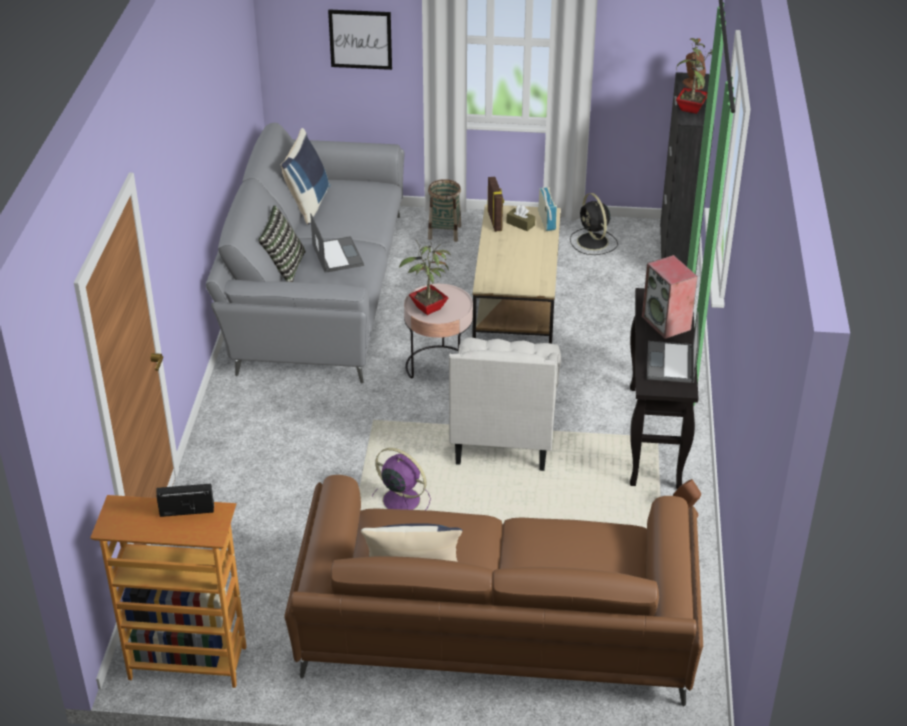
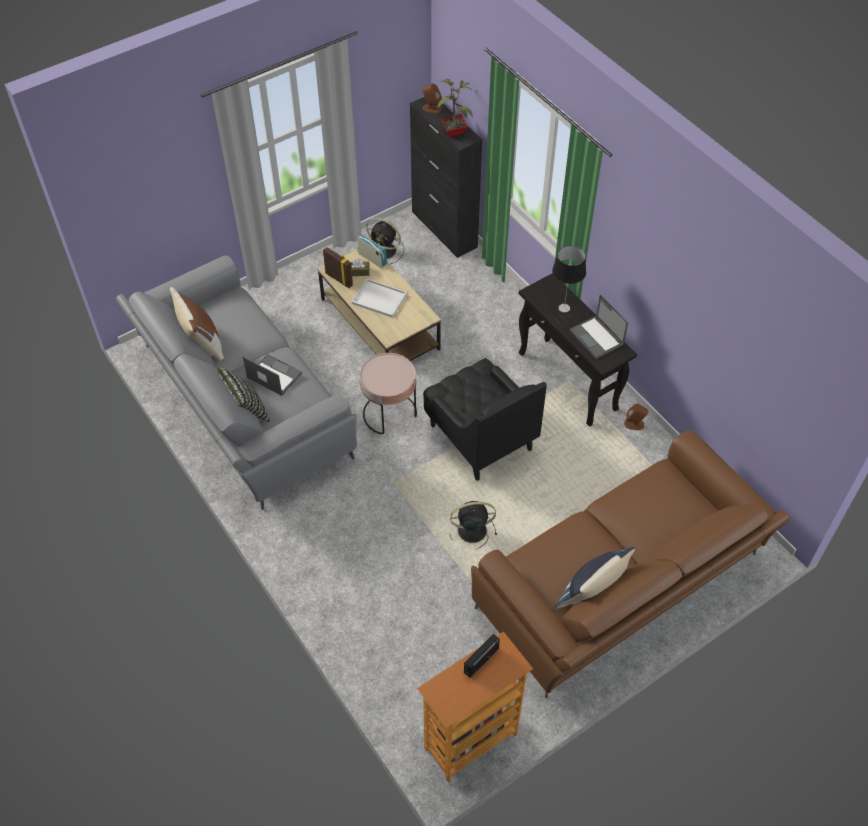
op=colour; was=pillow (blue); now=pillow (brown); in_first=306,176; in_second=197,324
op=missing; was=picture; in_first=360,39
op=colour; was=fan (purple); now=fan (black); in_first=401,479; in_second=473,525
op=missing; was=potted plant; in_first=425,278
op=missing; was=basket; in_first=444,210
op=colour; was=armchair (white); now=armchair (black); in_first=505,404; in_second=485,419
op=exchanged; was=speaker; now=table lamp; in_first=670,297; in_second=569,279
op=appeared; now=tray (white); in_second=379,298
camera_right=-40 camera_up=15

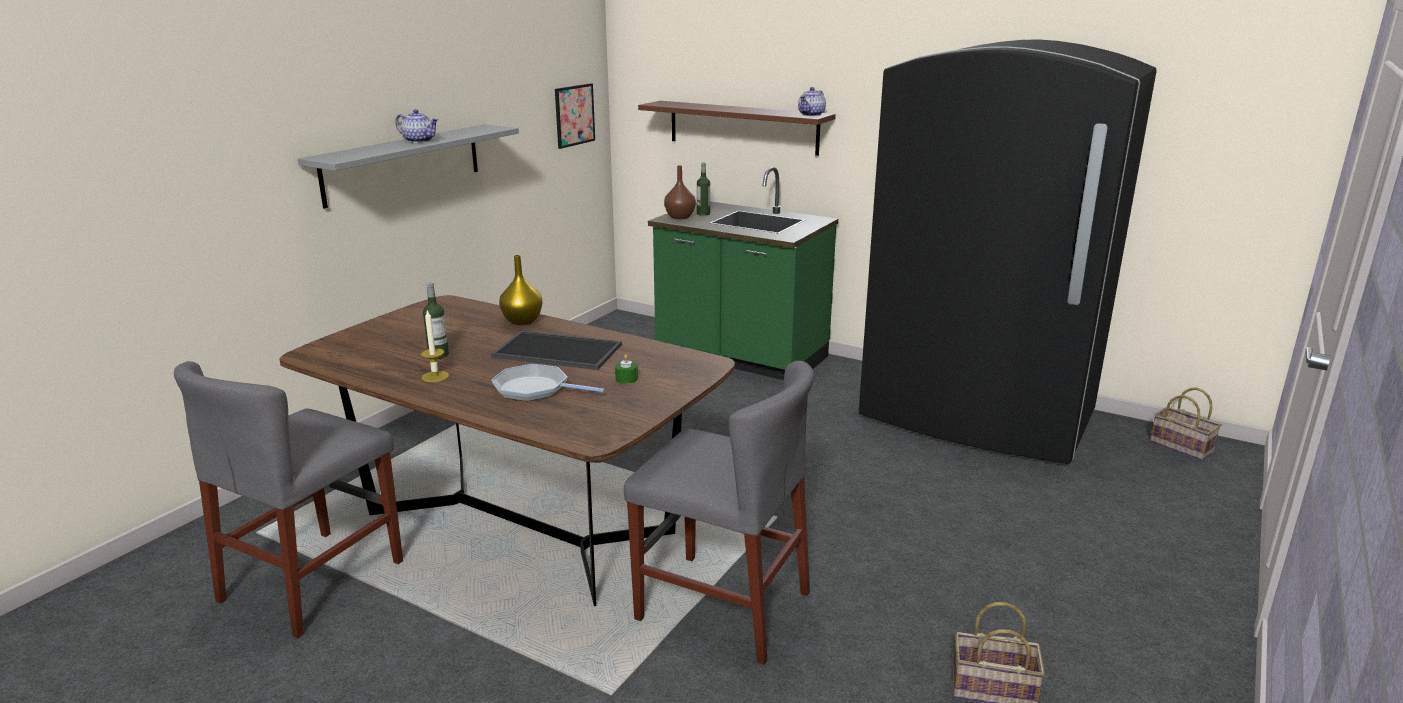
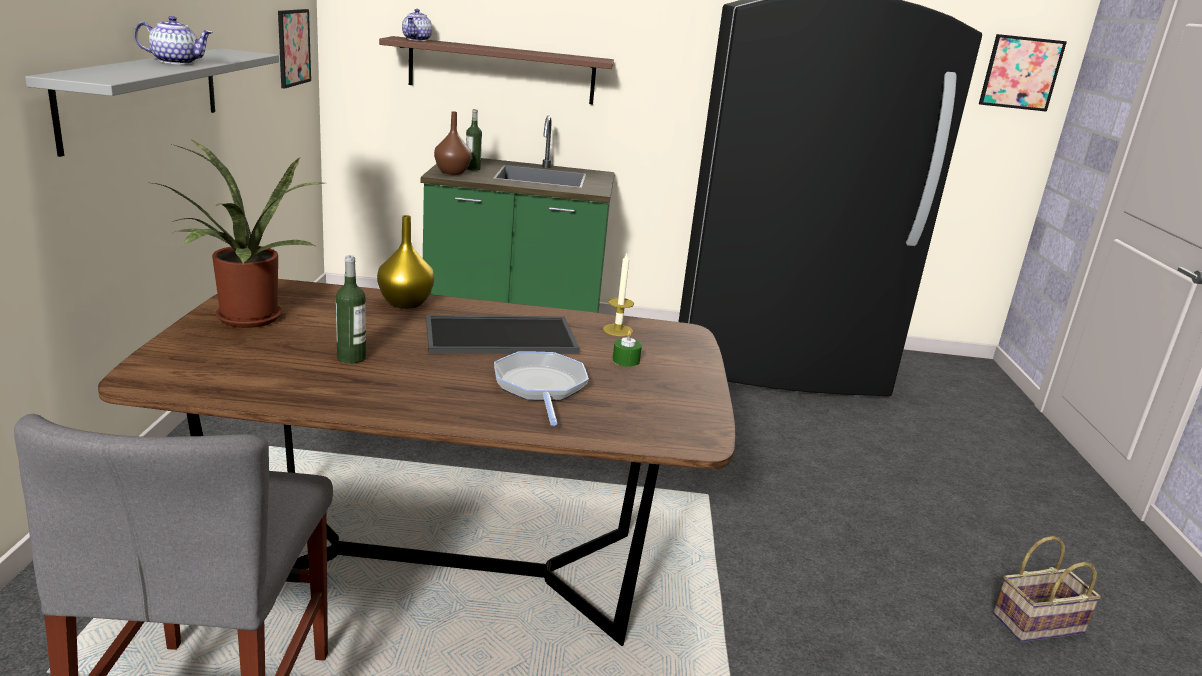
op=relocated; was=candle; in_first=435,346; in_second=618,294
op=spun; was=frying pan; in_first=548,383; in_second=541,389; clockwise=90
op=missing; was=chair (grey); in_first=719,513
op=relocated; was=teapot; in_first=812,101; in_second=417,25
op=missing; was=basket; in_first=1186,424
op=appeared; now=potted plant; in_second=238,233
op=appeared; now=picture; in_second=1023,73
camera_right=-30 camera_up=0

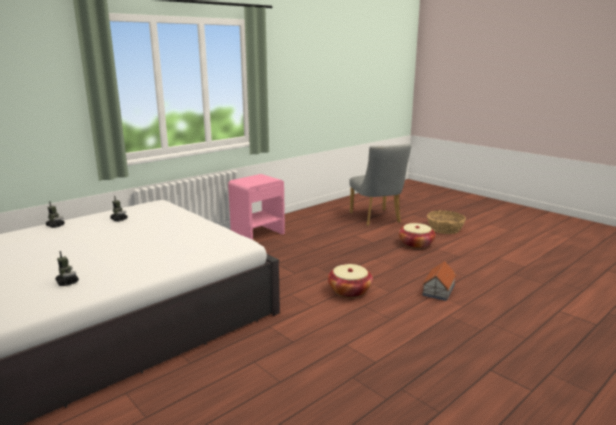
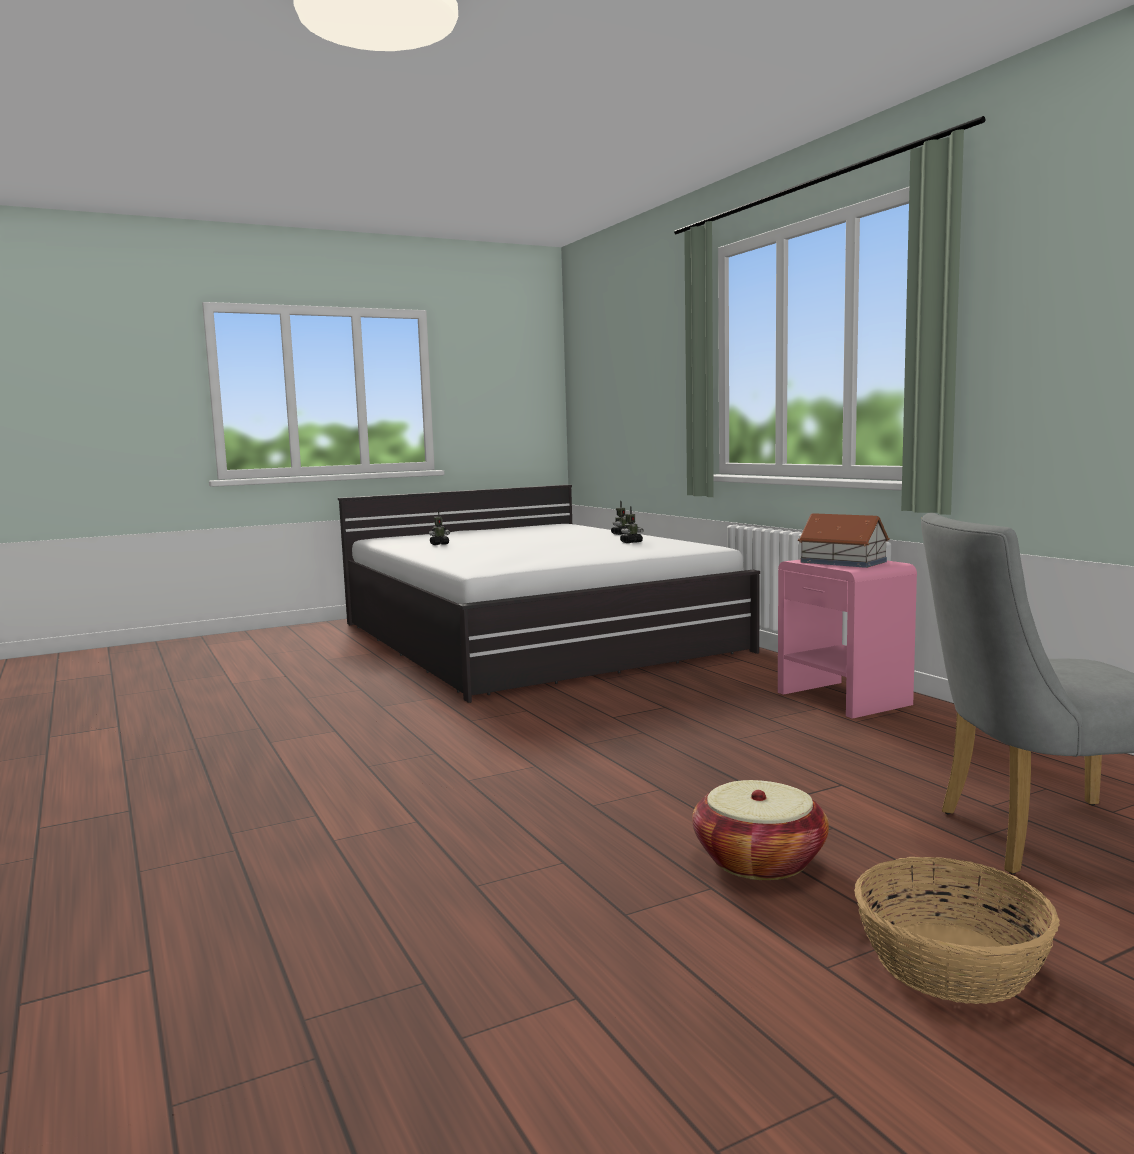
op=missing; was=basket; in_first=350,281
op=relocated; was=toy house; in_first=439,281; in_second=844,540
camera_right=105 camera_up=-10

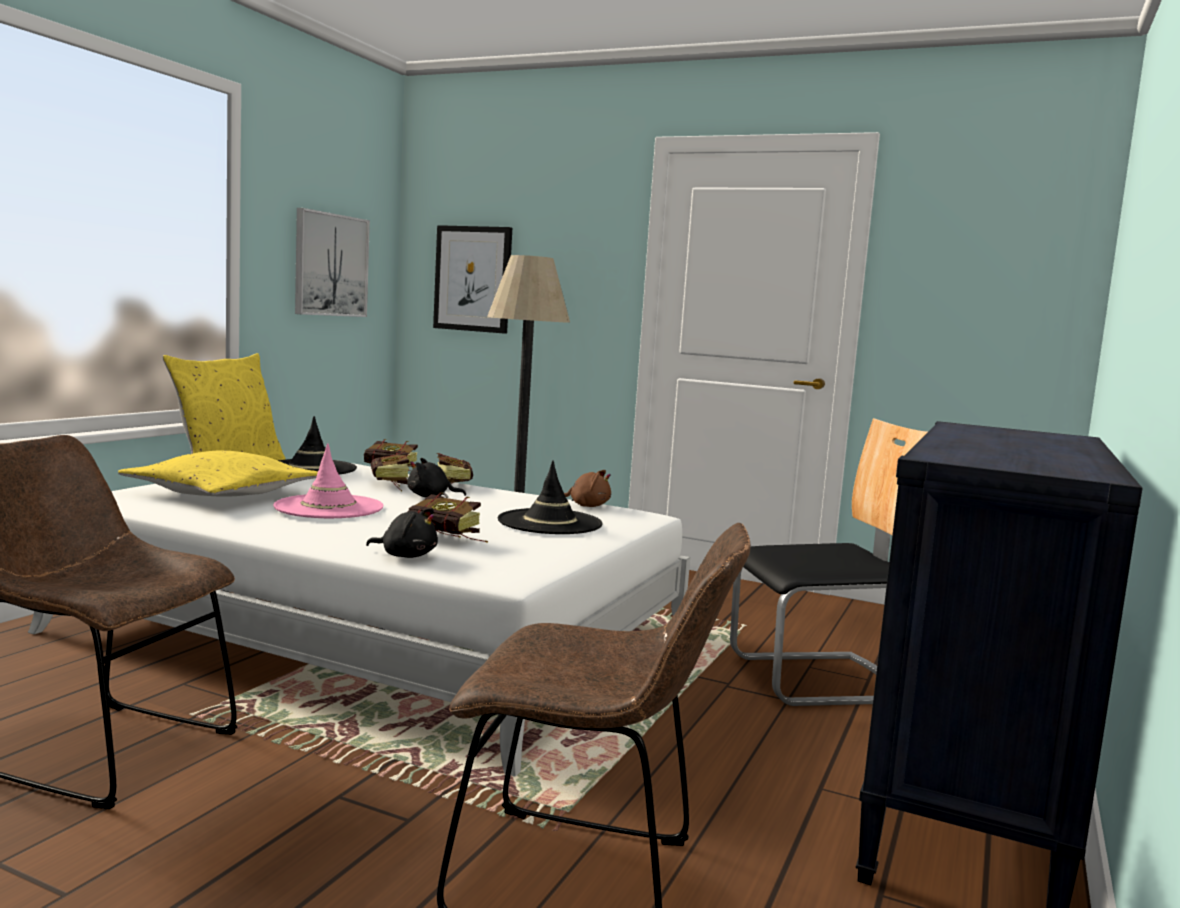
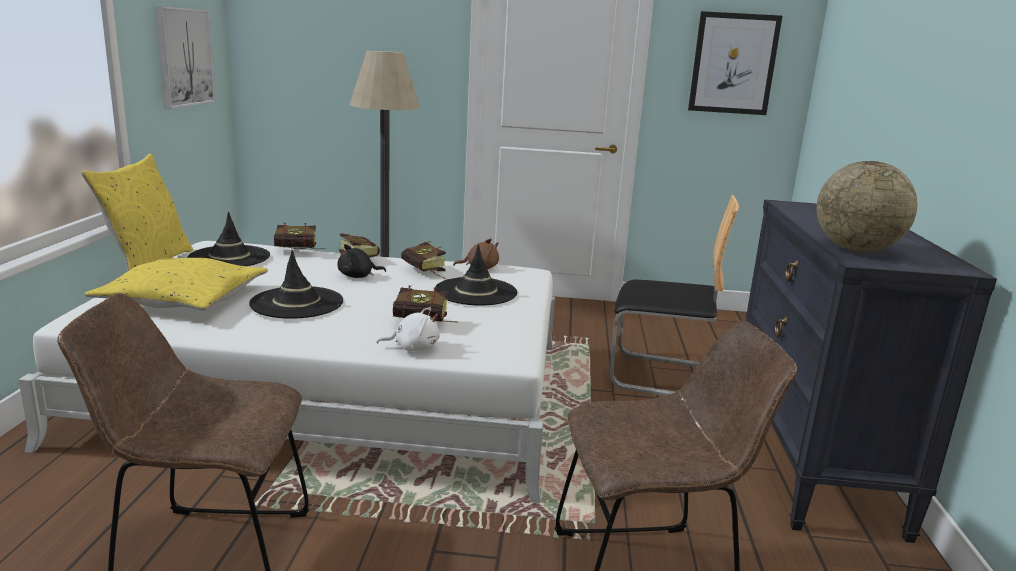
op=colour; was=hat (pink); now=hat (black); in_first=328,480; in_second=296,284
op=colour; was=plush toy (black); now=plush toy (white); in_first=402,533; in_second=408,329
op=relocated; was=book; in_first=390,471; in_second=423,260
op=relocated; was=picture; in_first=472,279; in_second=735,63
op=spun; was=chair; in_first=829,562; in_second=674,295; clockwise=45
op=appeared; now=globe; in_second=867,206
camera_right=-20 camera_up=10

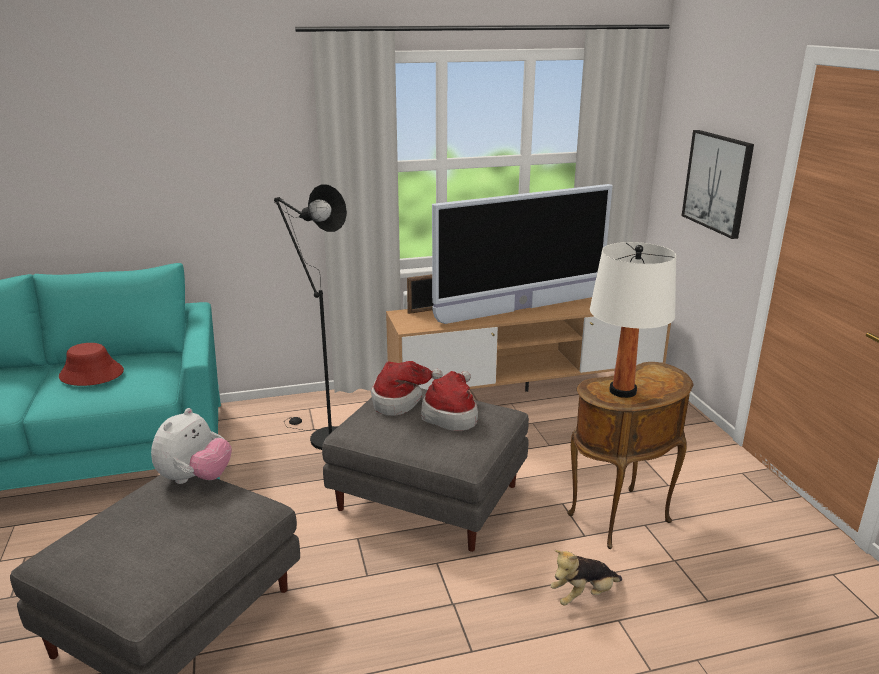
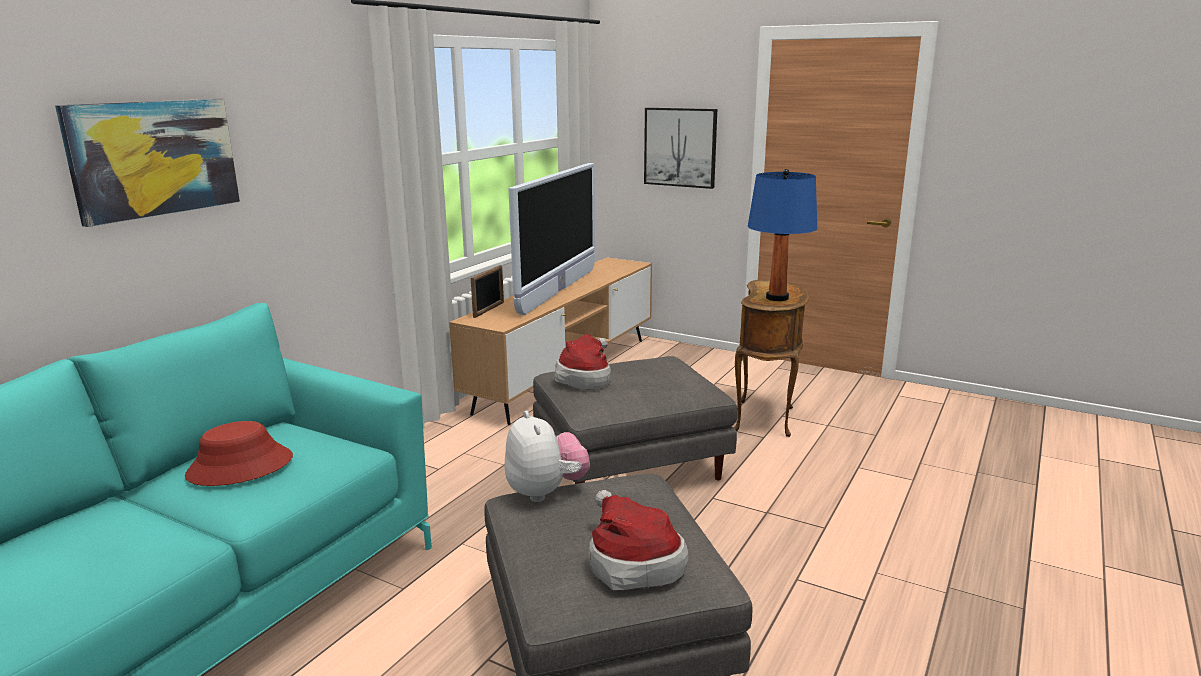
op=missing; was=floor lamp (black); in_first=310,317
op=relocated; was=hat; in_first=449,401; in_second=639,540
op=missing; was=plush toy; in_first=586,578
op=colour; was=table lamp (white); now=table lamp (blue); in_first=633,320; in_second=782,235
op=appeared; now=picture; in_second=147,163
camera_right=-45 camera_up=-5

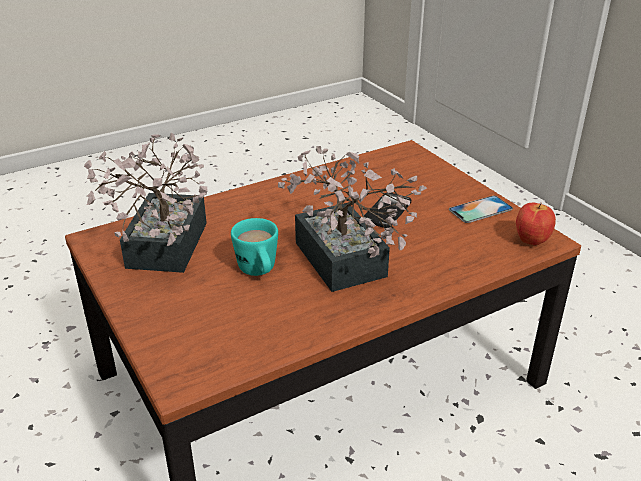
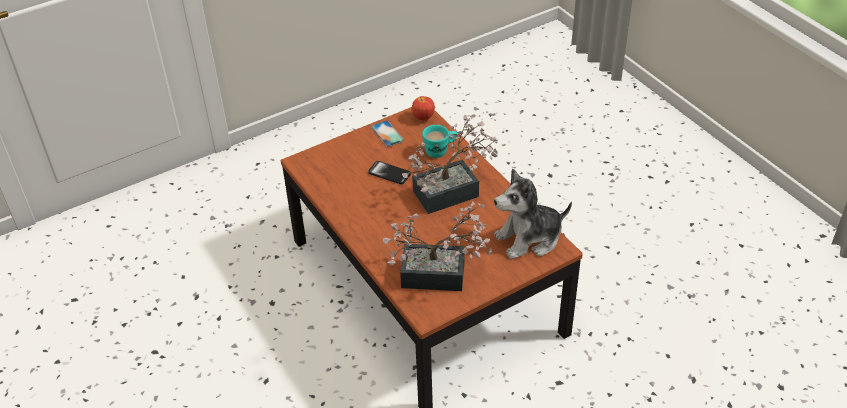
op=relocated; was=mug (turquoise); in_first=254,247; in_second=440,141
op=appeared; now=plush toy; in_second=533,214
camera_right=-90 camera_up=10

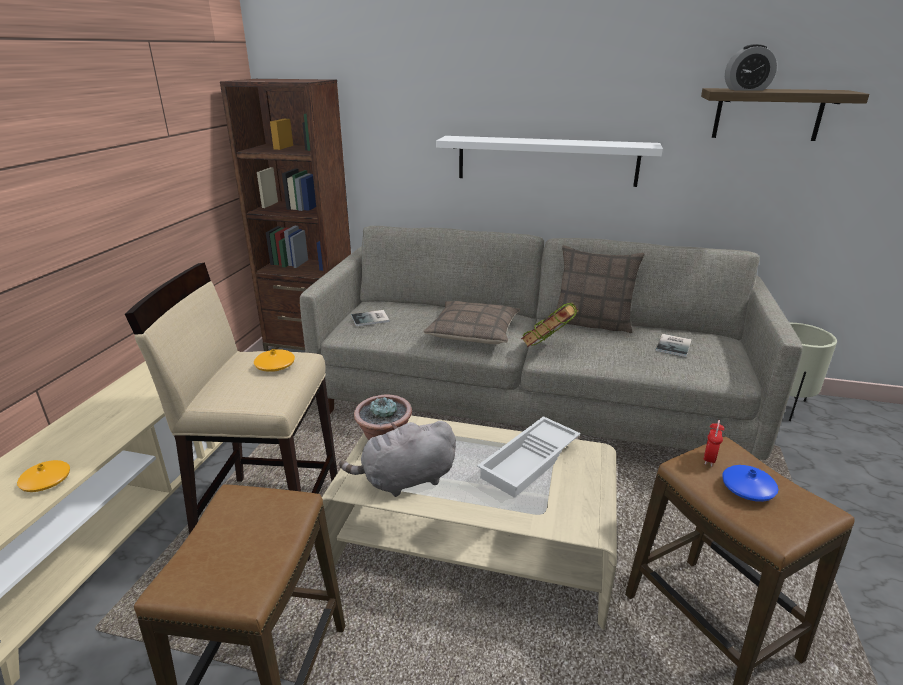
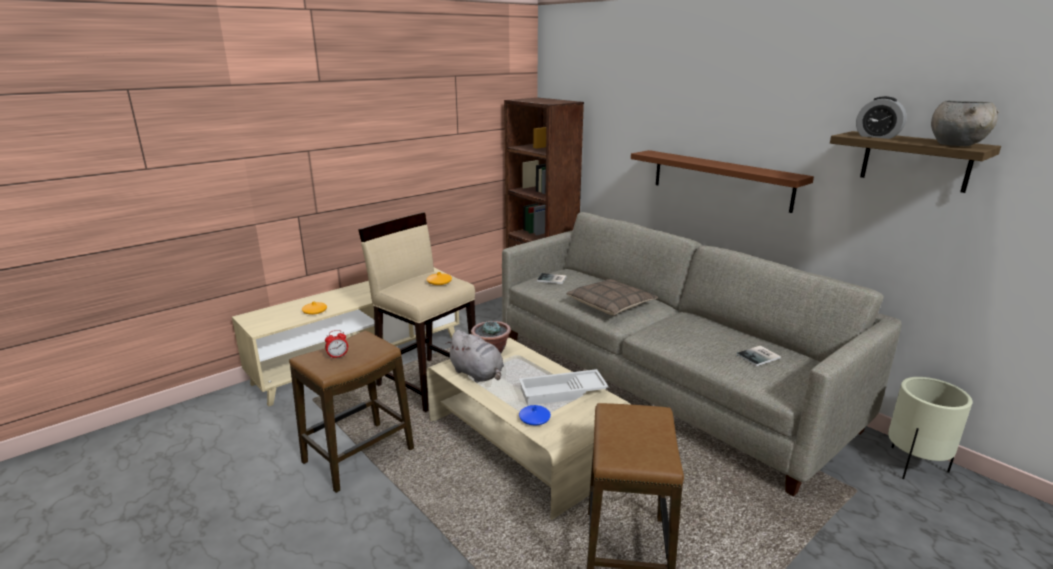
op=spun; was=plush toy (grey); in_first=397,459; in_second=475,356; clockwise=-150
op=colour; was=shelf (white); now=shelf (brown); in_first=549,161; in_second=722,181
op=missing; was=book; in_first=550,324
op=missing; was=pillow; in_first=600,289
op=relocated; was=alarm clock; in_first=714,443; in_second=336,344
op=relocated; was=vase (blue); in_first=750,483; in_second=535,415
op=appeared; now=bowl (grey); in_second=965,123
camera_right=35 camera_up=-5

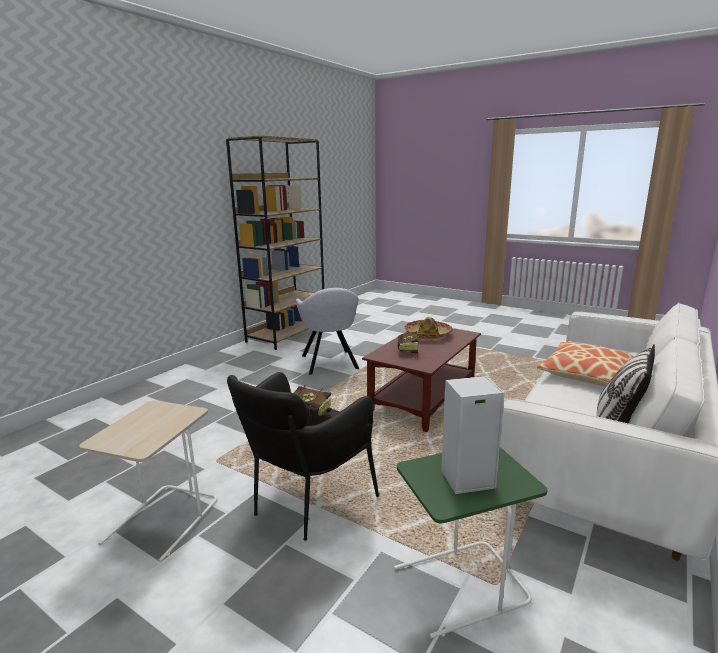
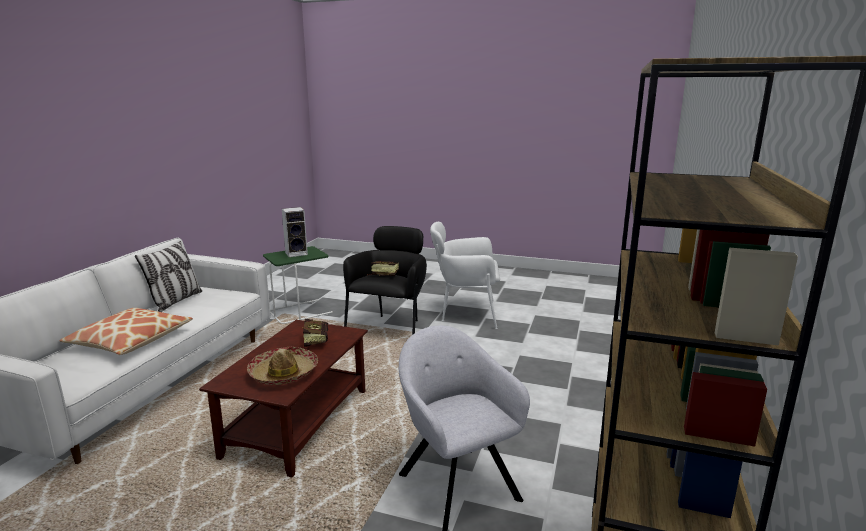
op=exchanged; was=side table (beige); now=armchair (white); in_first=148,481; in_second=465,275
camera_right=165 camera_up=0

